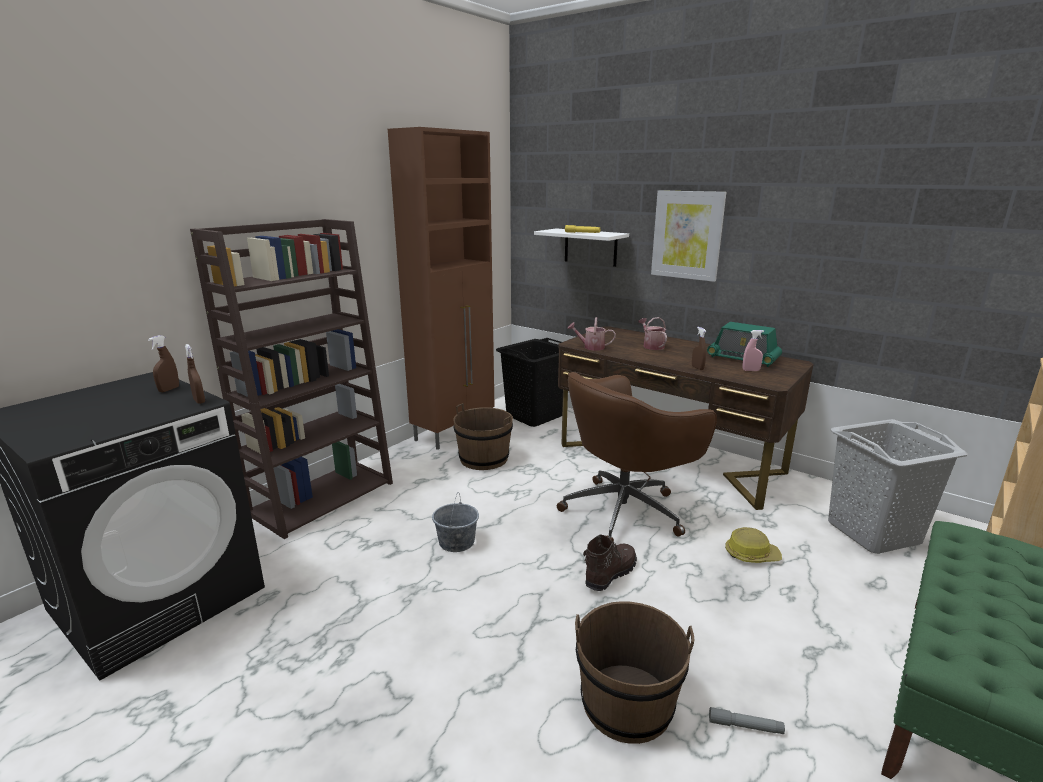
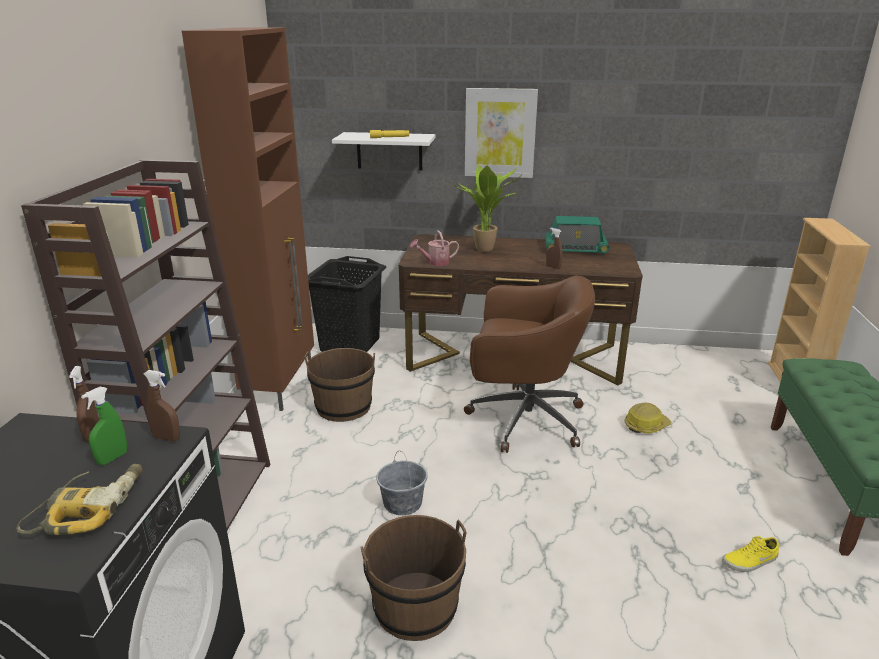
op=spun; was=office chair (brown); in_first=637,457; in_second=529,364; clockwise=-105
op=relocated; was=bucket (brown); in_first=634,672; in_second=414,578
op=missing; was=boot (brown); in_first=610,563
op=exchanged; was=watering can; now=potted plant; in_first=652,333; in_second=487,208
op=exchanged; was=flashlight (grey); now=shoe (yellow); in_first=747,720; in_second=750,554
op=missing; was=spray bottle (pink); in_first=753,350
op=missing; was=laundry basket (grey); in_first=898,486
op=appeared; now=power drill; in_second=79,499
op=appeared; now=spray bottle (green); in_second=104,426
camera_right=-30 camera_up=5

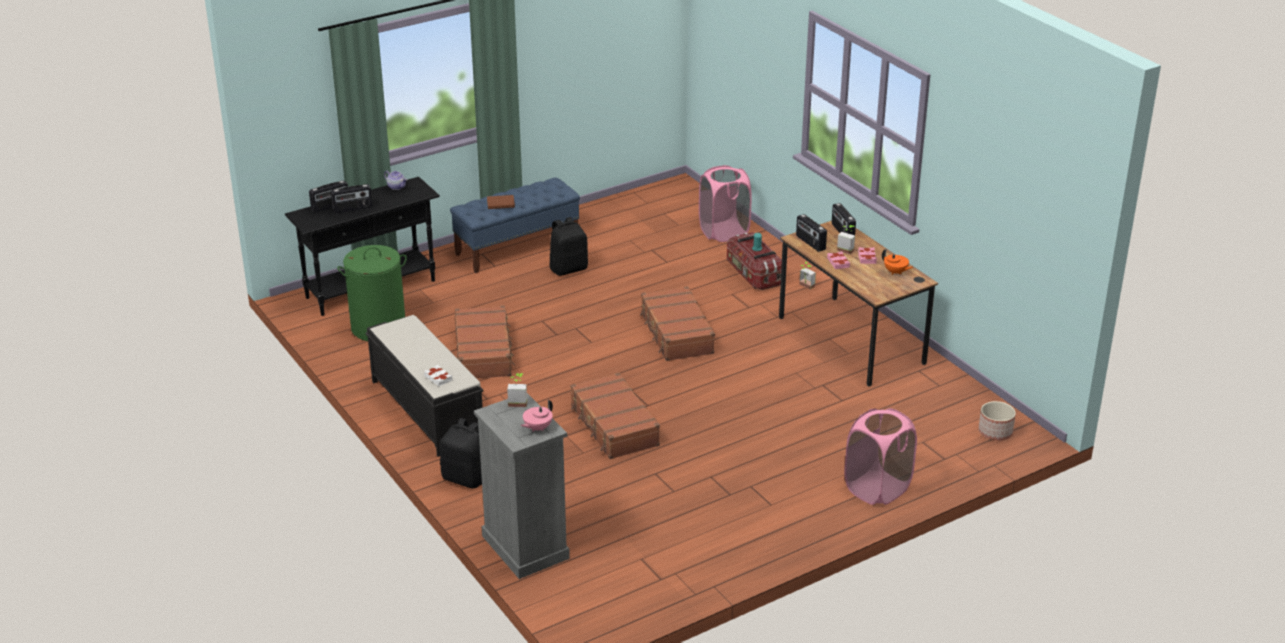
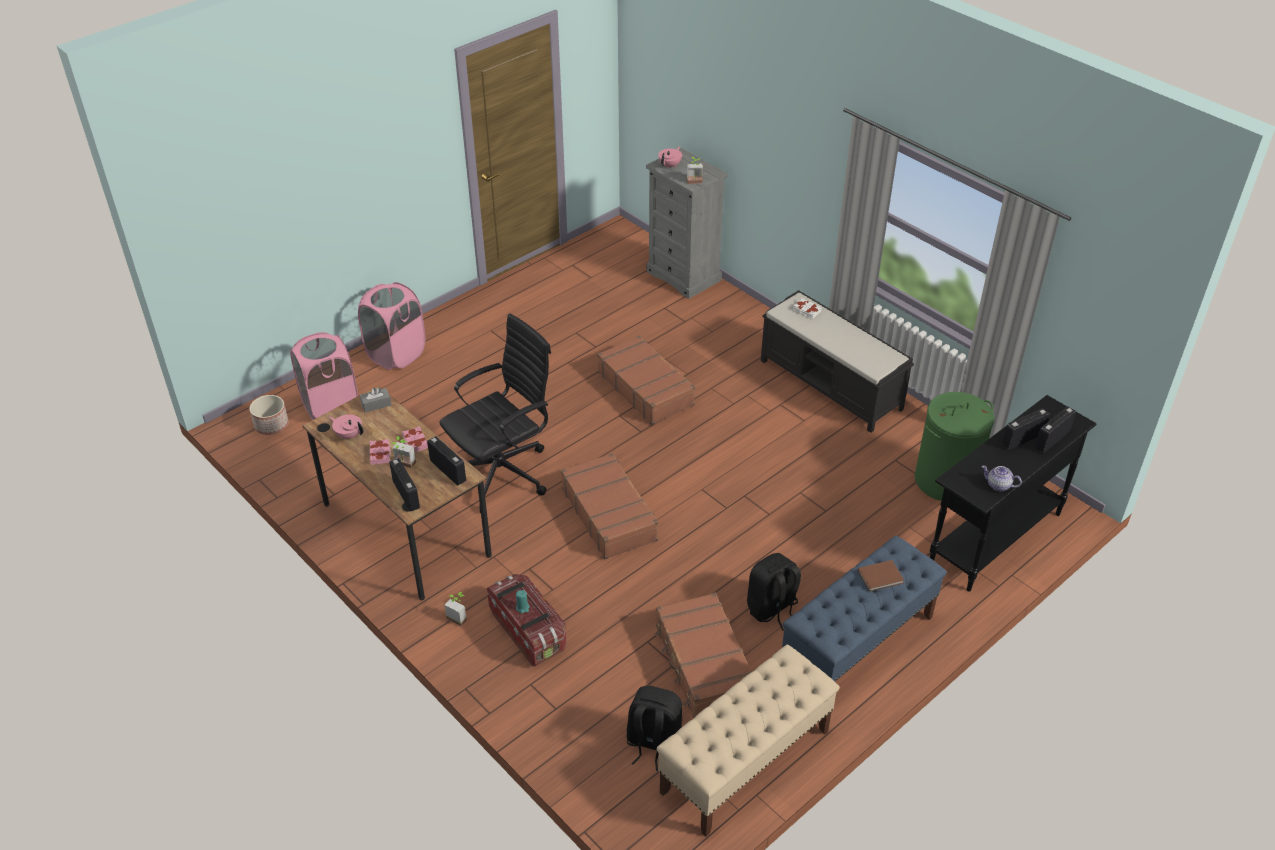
op=relocated; was=backpack (black); in_first=460,453; in_second=654,728
op=relocated; was=suitcase (brown); in_first=485,341; in_second=704,655
op=relocated; was=laundry basket (pink); in_first=725,203; in_second=324,376
op=colour; was=teapot (orange); now=teapot (pink); in_first=897,262; in_second=346,427
op=appeared; now=tissue box (grey); in_second=376,400
op=appeared; now=office chair (black); in_second=495,413
op=appeared; now=bench (beige); in_second=748,740
camera_right=170 camera_up=10

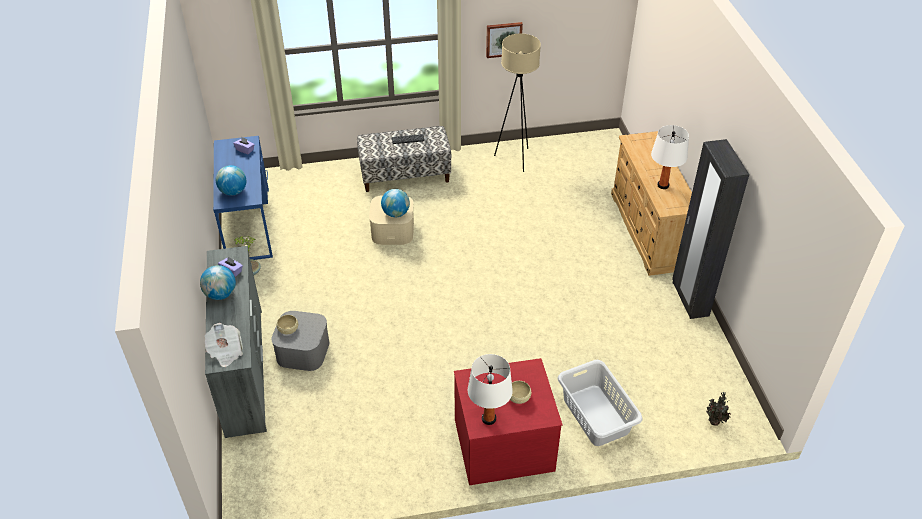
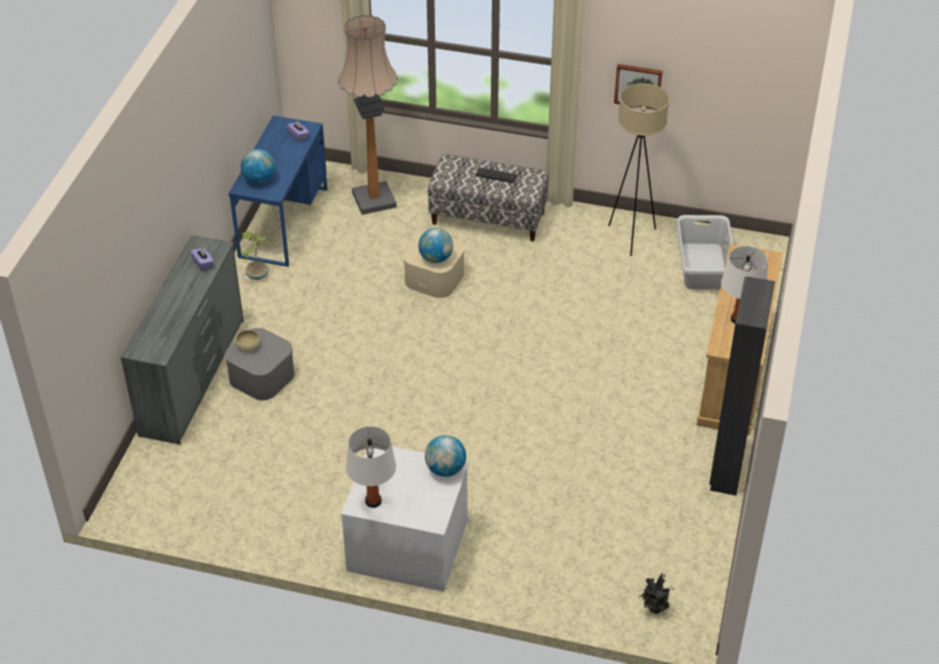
op=relocated; was=globe; in_first=218,282; in_second=445,456
op=missing; was=newspaper; in_first=224,345
op=colour; was=dresser (red); now=dresser (white); in_first=508,421; in_second=405,519
op=missing; was=bowl (beige); in_first=520,392
op=relocated; was=laundry basket (grey); in_first=599,403; in_second=705,252
op=appeared; now=floor lamp; in_second=368,115
camera_right=25 camera_up=0

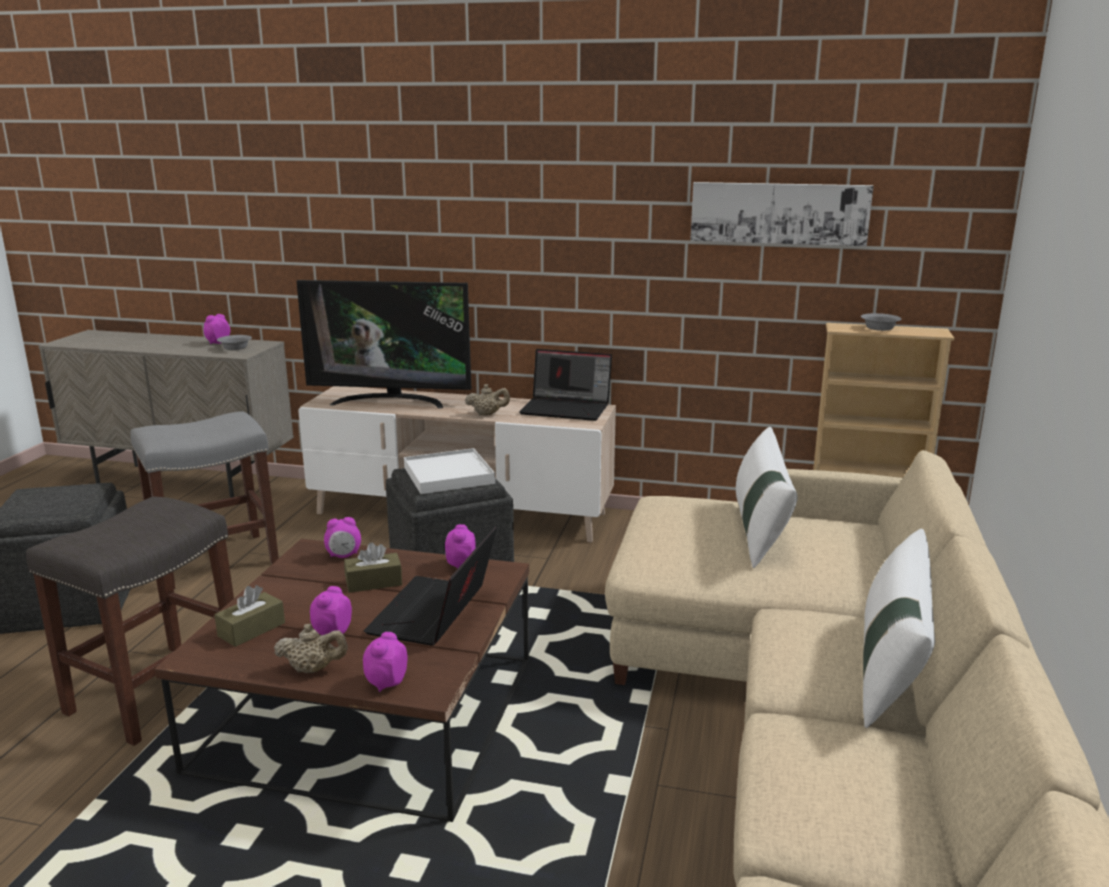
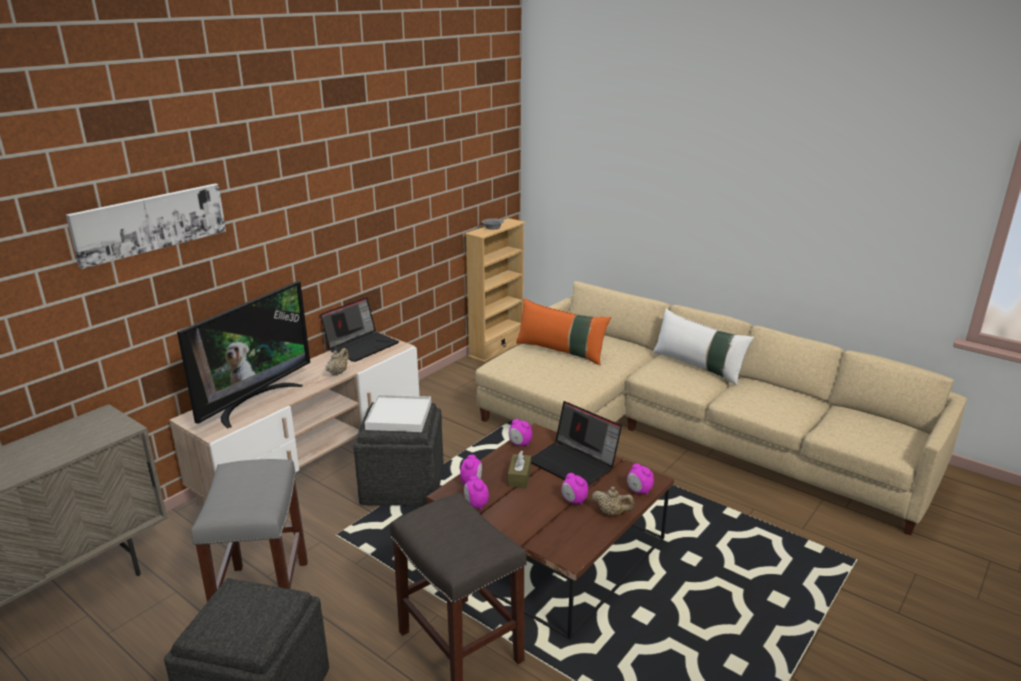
op=relocated; was=alarm clock; in_first=217,329; in_second=476,493
op=missing; was=tissue box (brown); in_first=249,616
op=missing; was=bowl (grey); in_first=234,342
op=spun; was=teapot (beige); in_first=311,648; in_second=613,501; clockwise=90
op=relocated; was=picture; in_first=781,214; in_second=146,226
op=colour; was=pillow (white); now=pillow (orange); in_first=767,497; in_second=563,331
camera_right=-65 camera_up=5

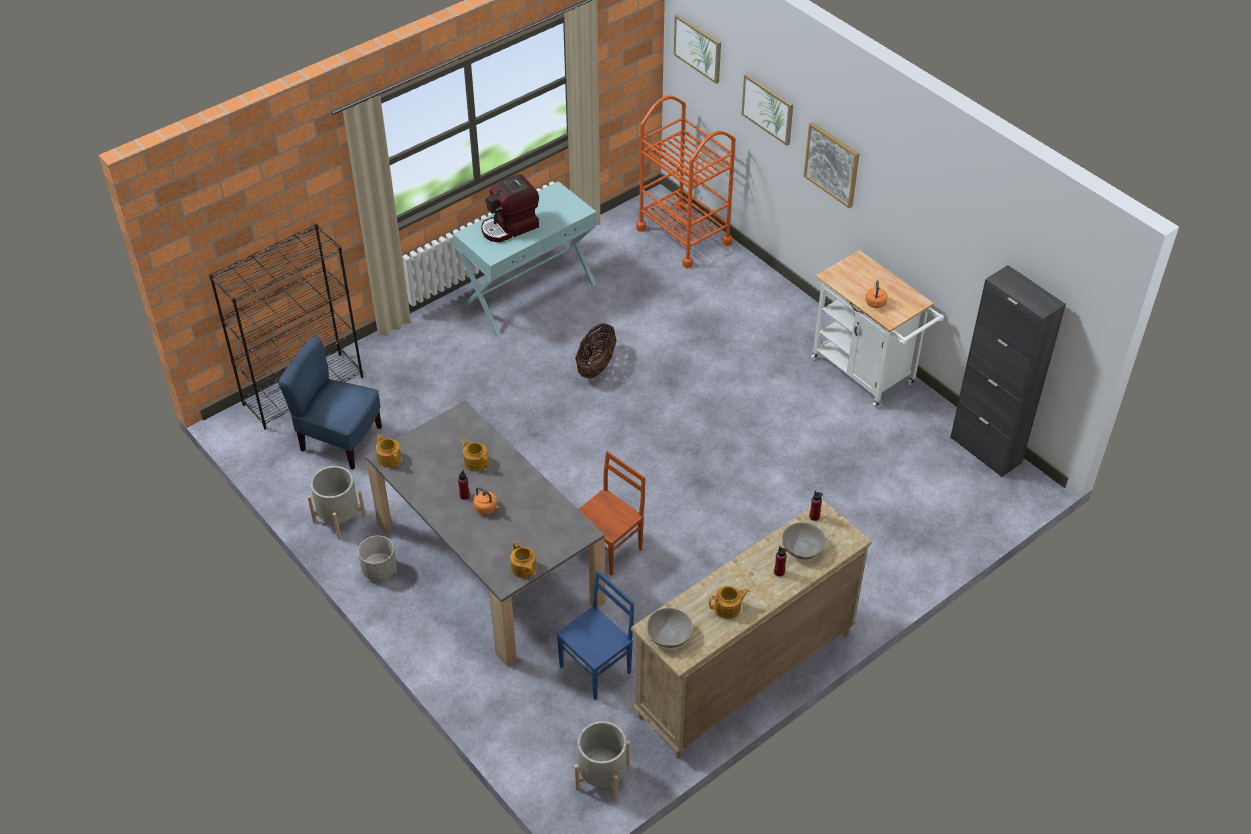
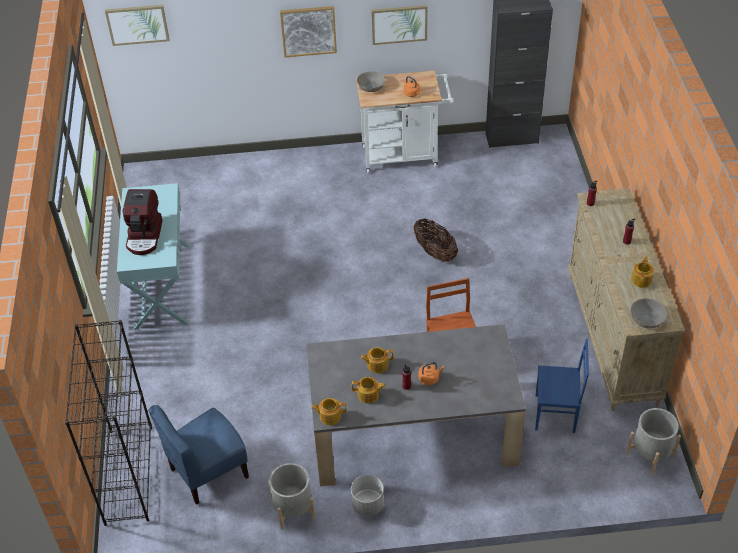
op=relocated; was=teapot; in_first=523,559; in_second=369,390
op=spun; was=chair (blue); in_first=595,635; in_second=562,386; clockwise=105
op=relocated; was=basket; in_first=595,351; in_second=436,240
op=missing; was=cart (orange); in_first=685,182
op=relocated; was=picture; in_first=767,110; in_second=399,25
op=relocated; was=bowl (grey); in_first=804,541; in_second=371,81
camera_right=-55 camera_up=0

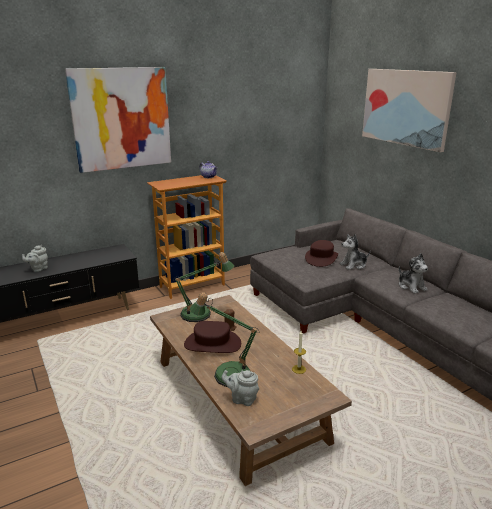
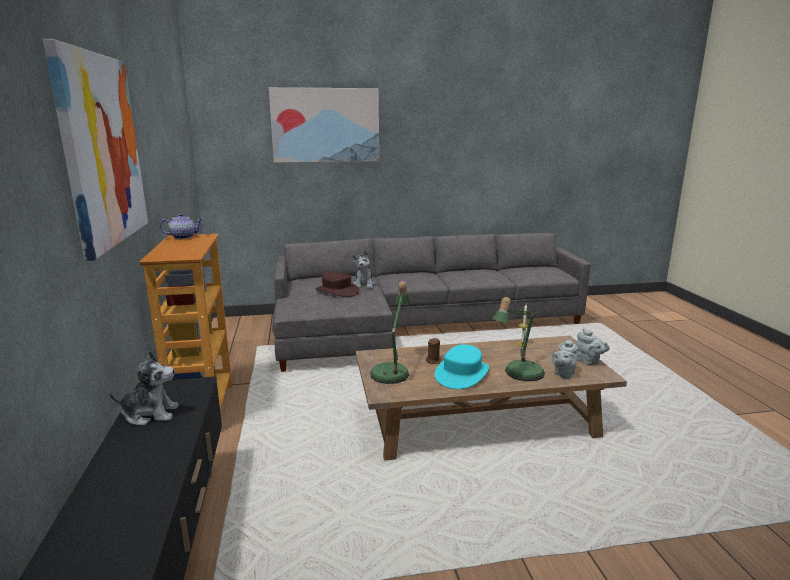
op=relocated; was=teapot (grey); in_first=35,258; in_second=593,346
op=colour; was=hat (brown); now=hat (turquoise); in_first=212,337; in_second=462,367
op=relocated; was=plush toy; in_first=413,273; in_second=144,388
camera_right=-70 camera_up=-5

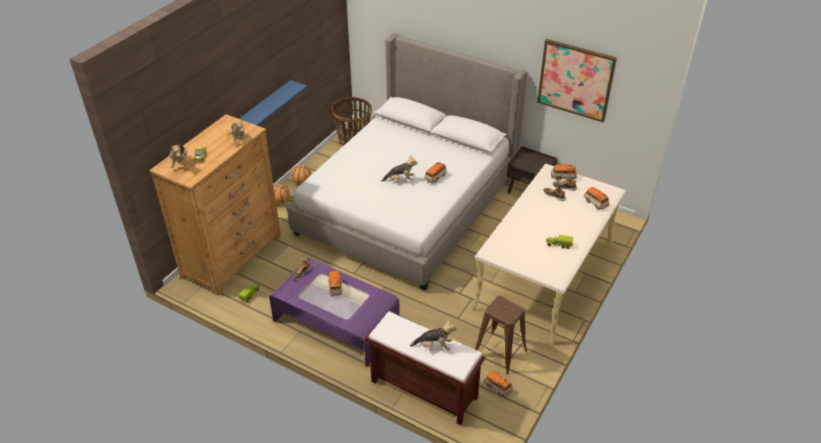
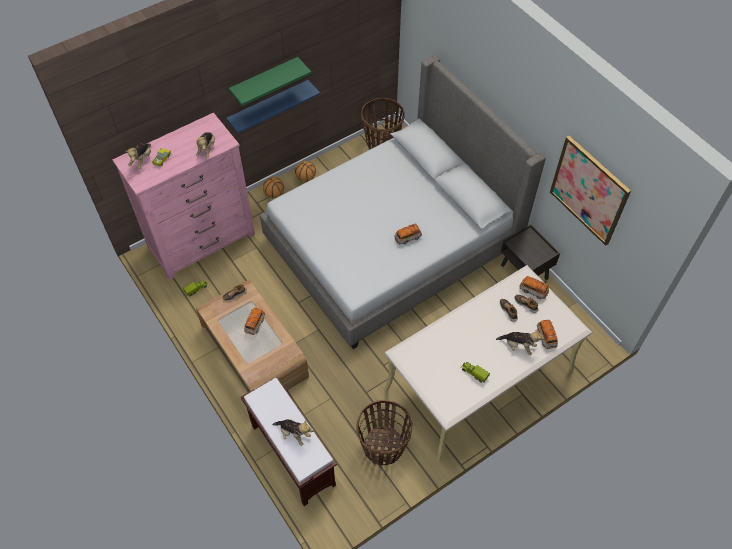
op=colour; was=dresser (brown); now=dresser (pink); in_first=215,205; in_second=184,196
op=colour; was=coffee table (purple); now=coffee table (brown); in_first=334,312; in_second=252,335
op=relocated; was=plush toy; in_first=399,168; in_second=520,342
op=exchanged; was=stool (brown); now=basket; in_first=501,335; in_second=384,432
op=missing; was=toy car; in_first=498,383
op=appeared; now=shelf (green); in_second=270,81
camera_right=25 camera_up=15

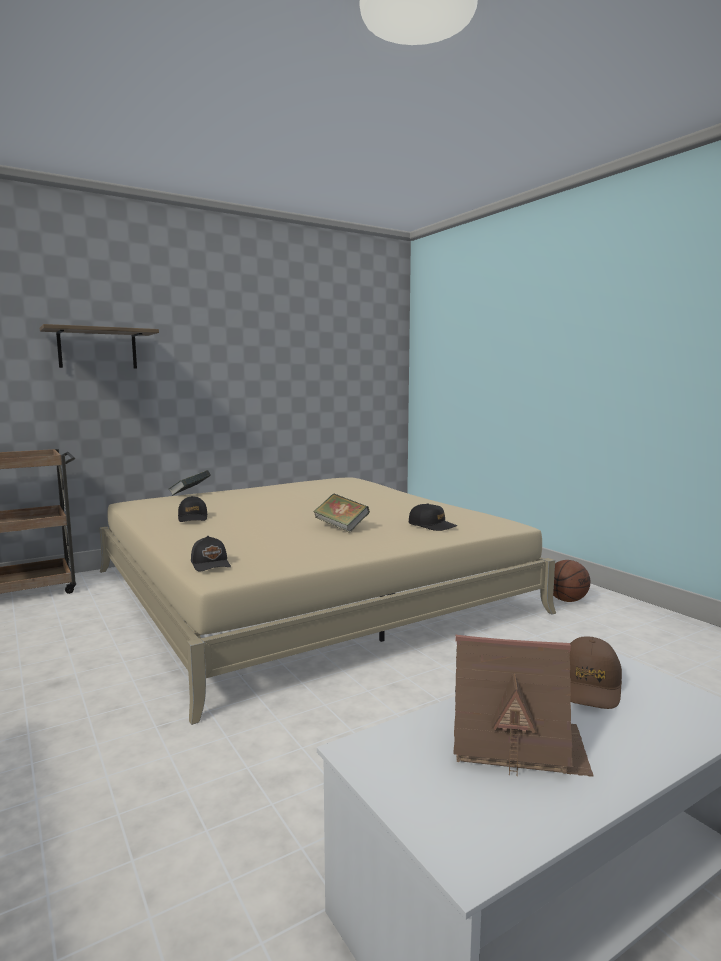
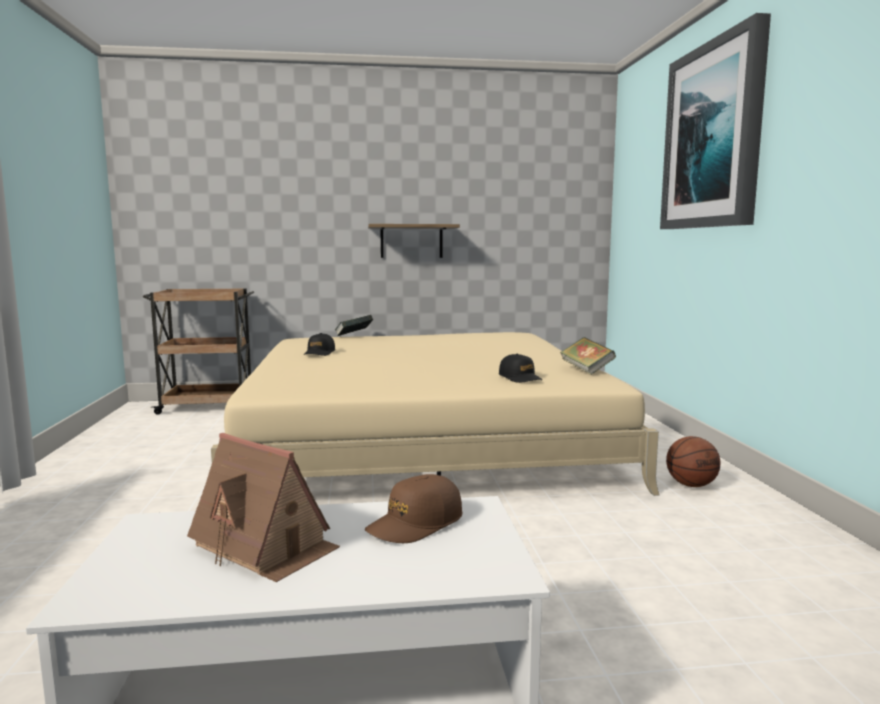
op=relocated; was=shelf; in_first=99,346; in_second=414,241
op=missing; was=cap (black); in_first=211,554
op=relocated; was=book; in_first=341,513; in_second=588,356
op=appeared; now=picture; in_second=715,121
camera_right=25 camera_up=0

